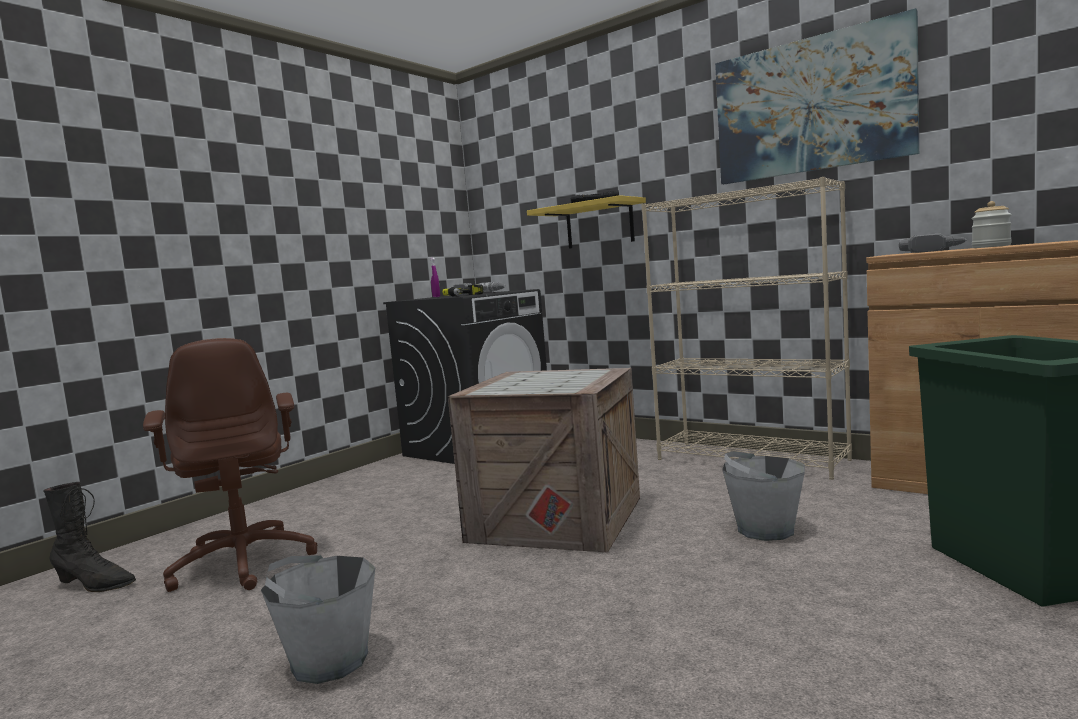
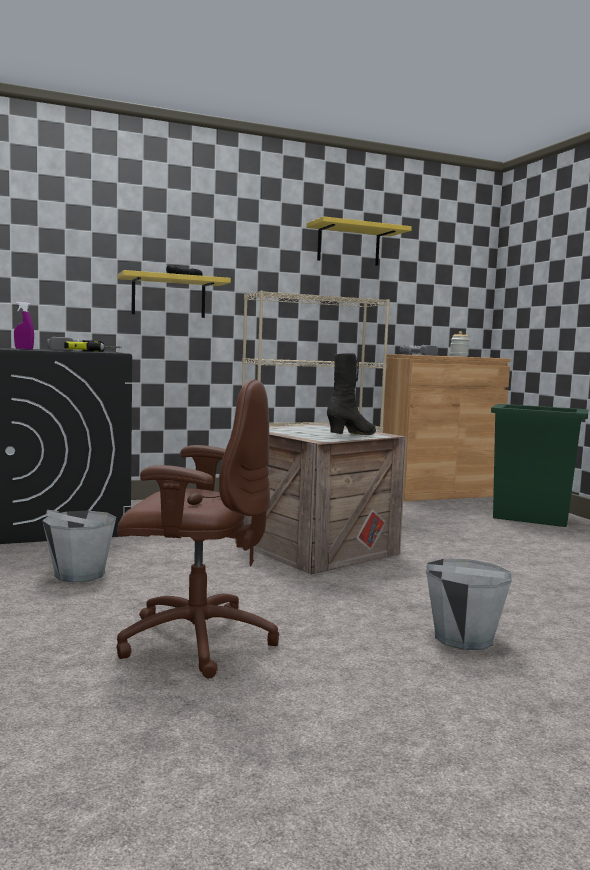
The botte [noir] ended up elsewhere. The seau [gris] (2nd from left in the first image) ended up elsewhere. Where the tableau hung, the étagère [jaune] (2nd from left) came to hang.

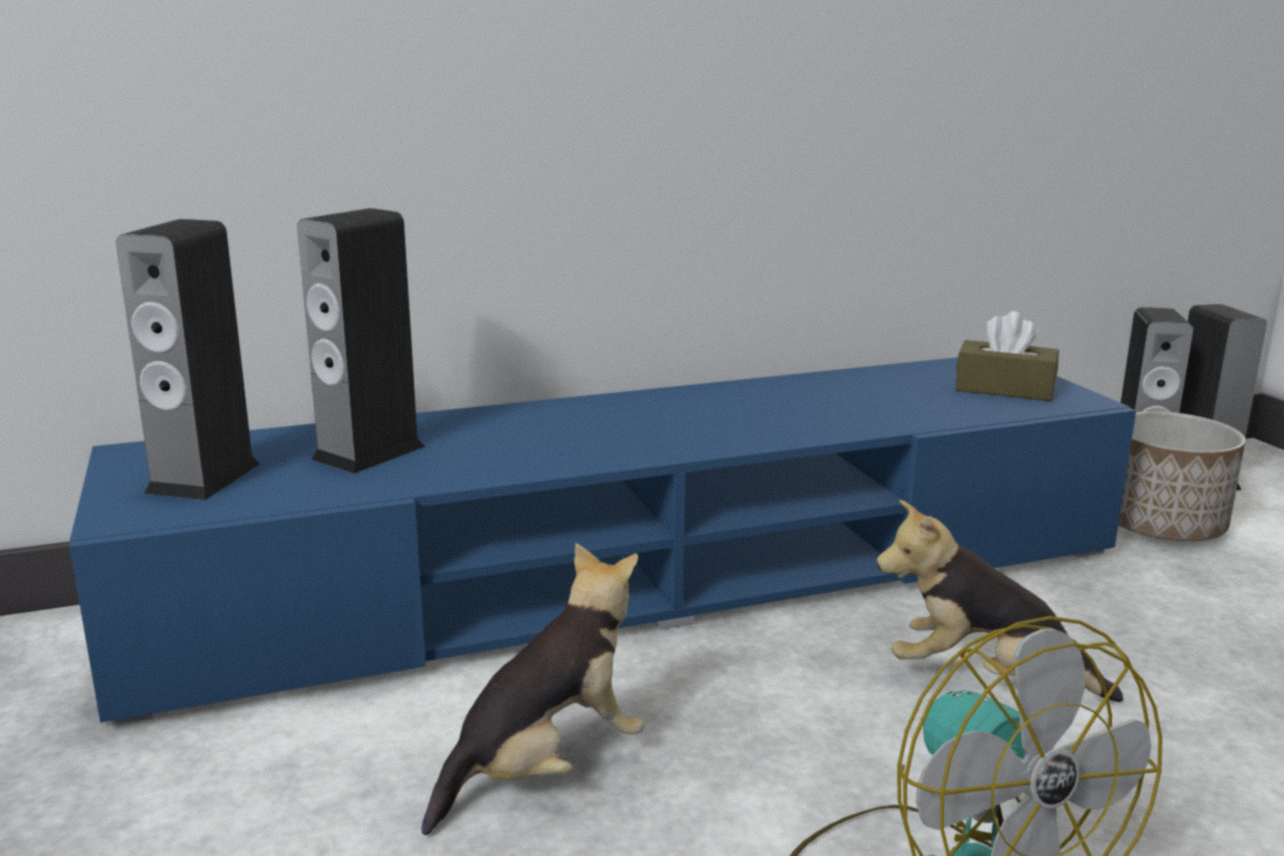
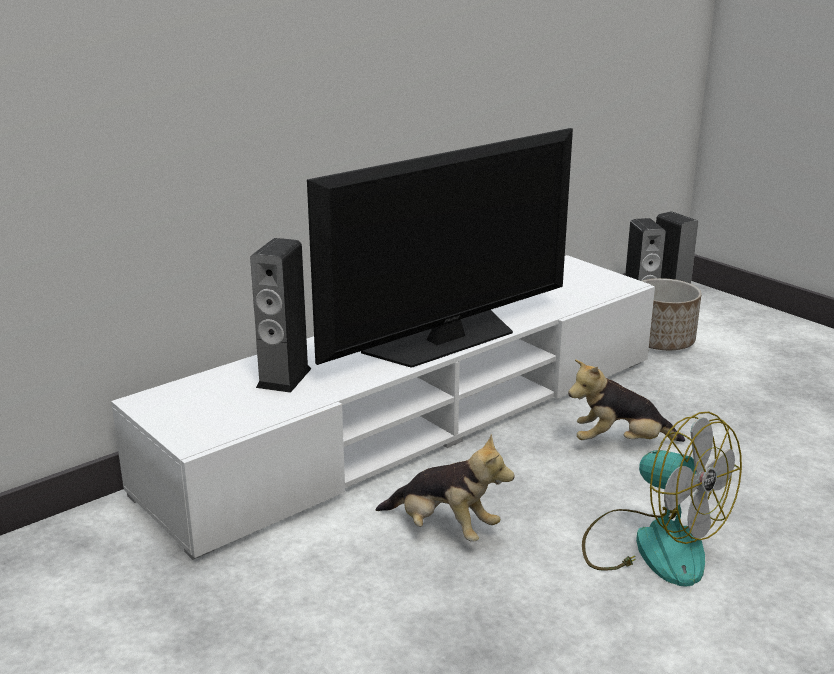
The second view lost the enceinte (1st from left). The second view lost the boîte à mouchoirs [marron]. The second view gained the téléviseur. What was the meuble télé [bleu] turned into the meuble télé [blanc]. The peluche (1st from left) ended up facing another way, 90 degrees clockwise from before.

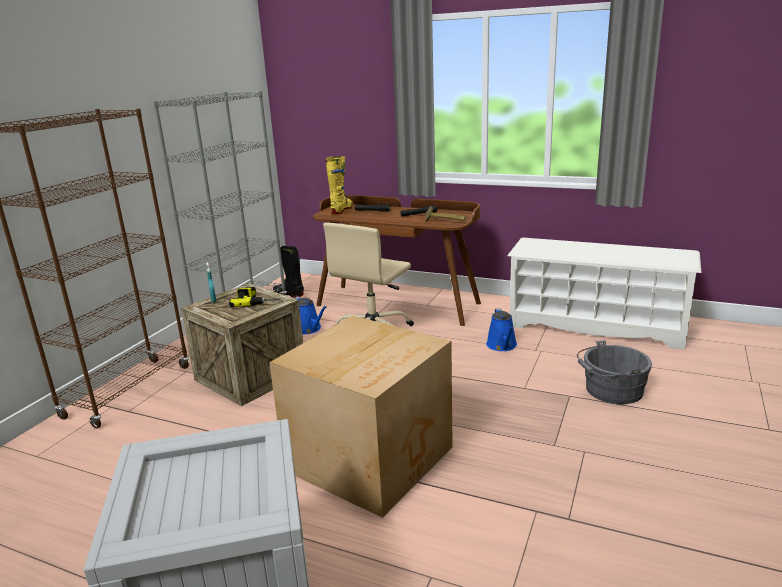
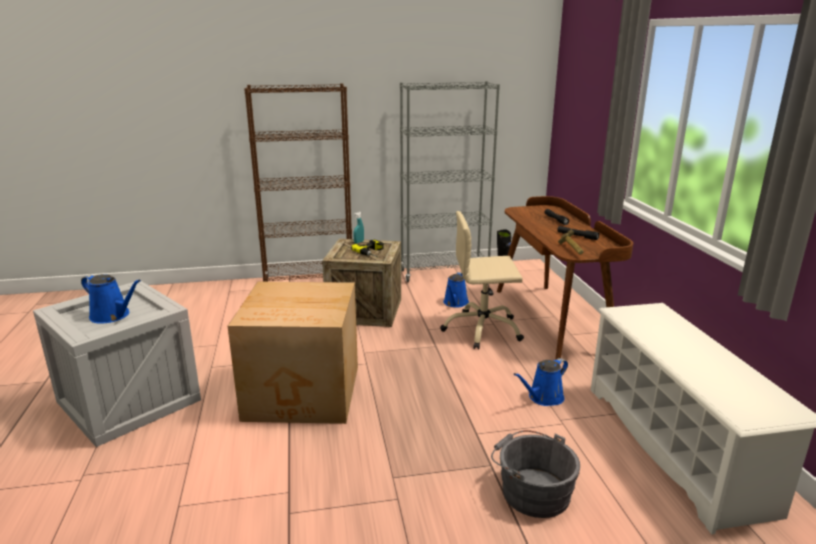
The second view lost the botte [jaune]. The second view gained the arrosoir [bleu] (1st from left).

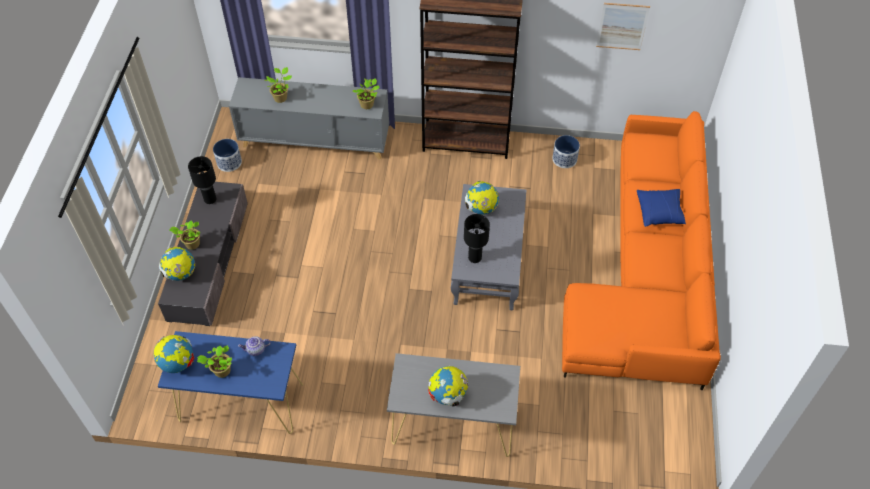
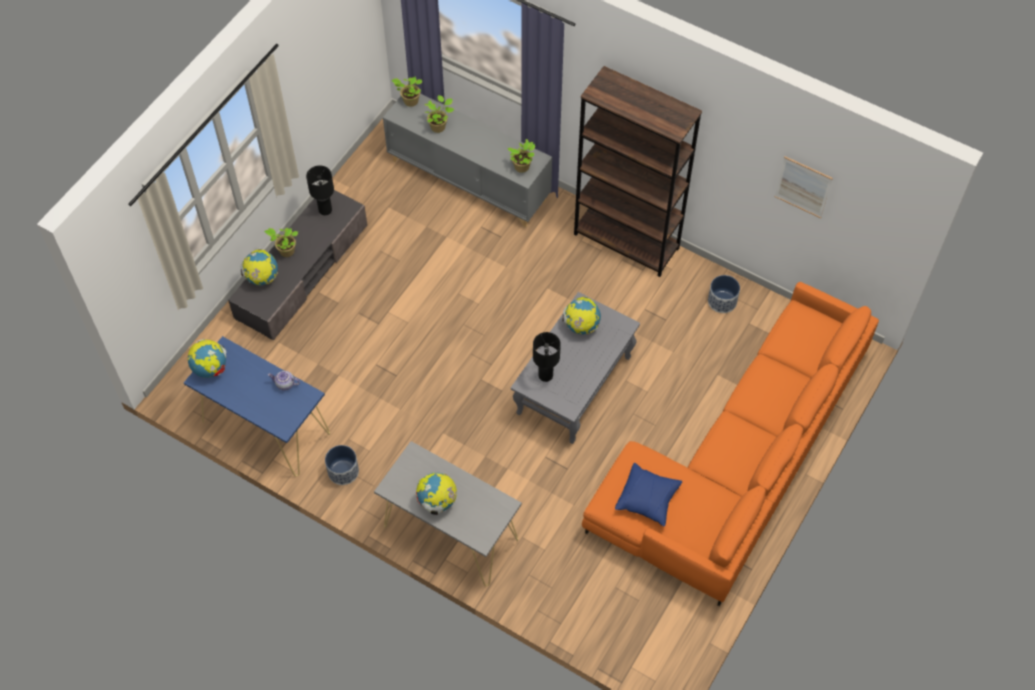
The plante en pot (2nd from left) ended up elsewhere. The cache-pot (1st from left) ended up elsewhere. The coussin [bleu] ended up elsewhere.

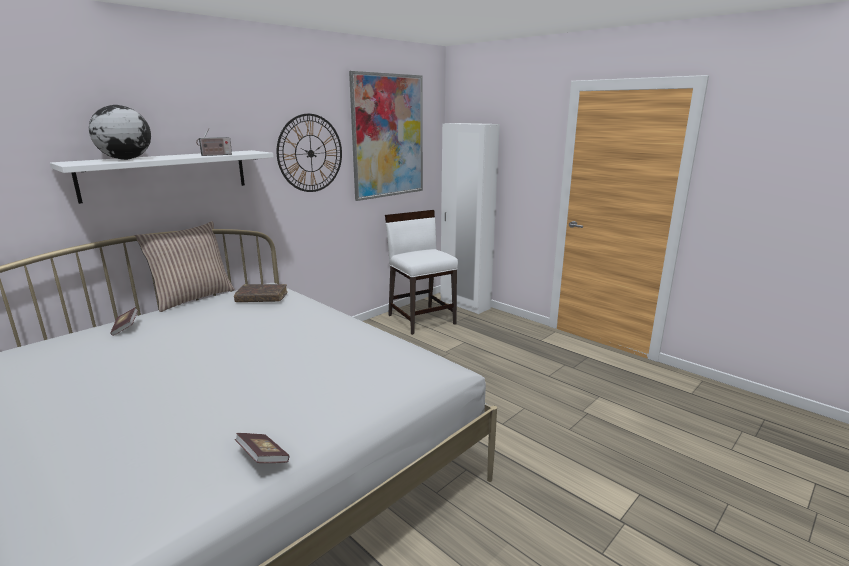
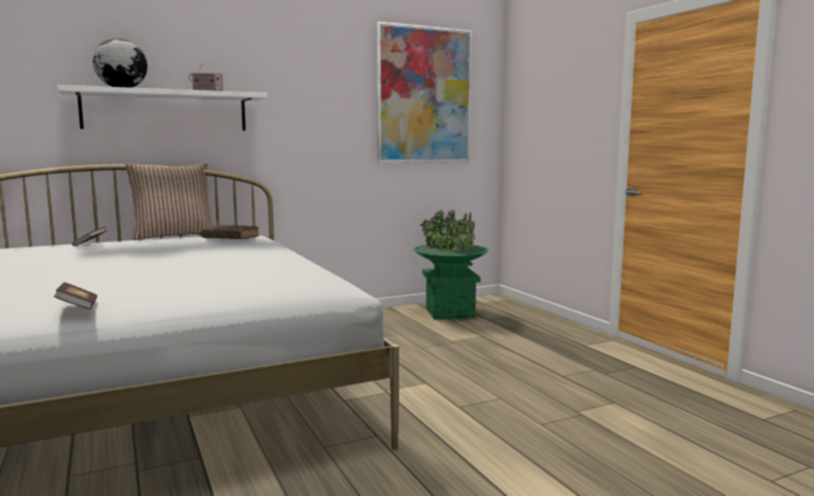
The second view lost the horloge murale. The second view lost the armoire [blanc]. Where the chaise [blanc] stood, the cache-pot [vert] came to stand.

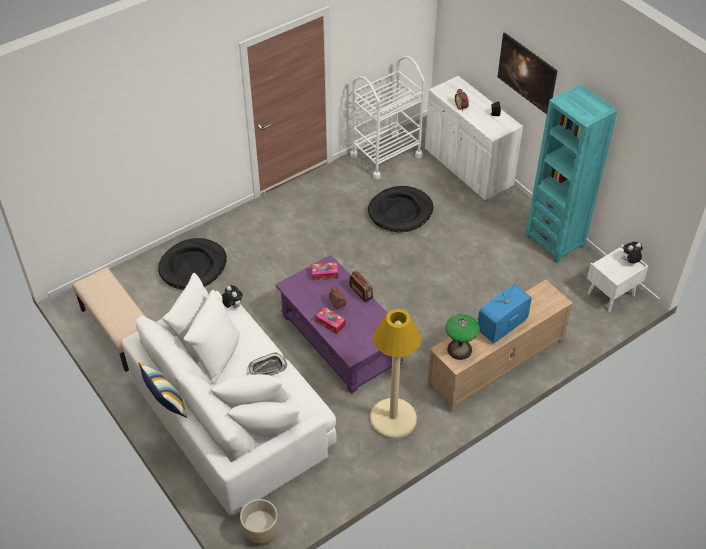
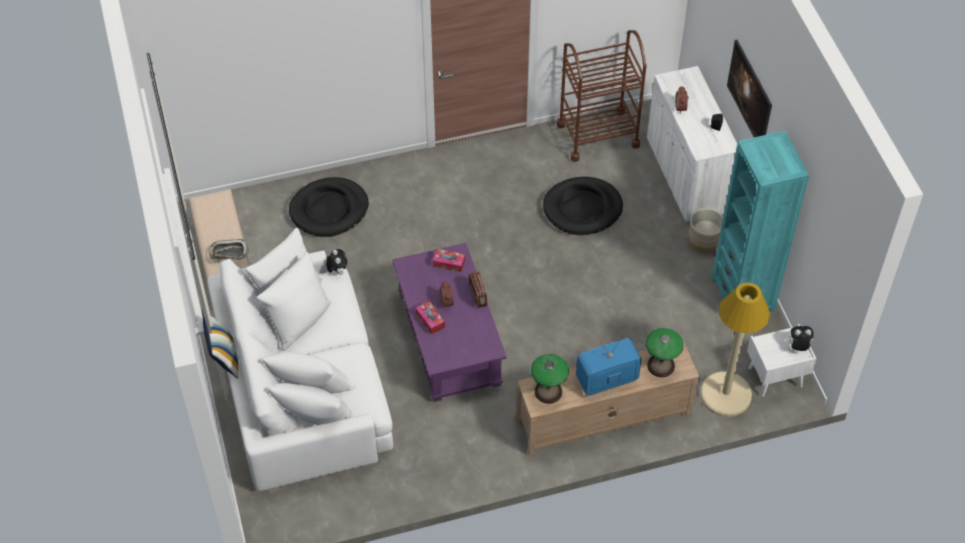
The second view gained the lampe de table (2nd from left). The cache-pot [beige] ended up elsewhere. The plateau ended up elsewhere. The lampadaire [beige] ended up elsewhere. What was the chariot [blanc] turned into the chariot [marron].

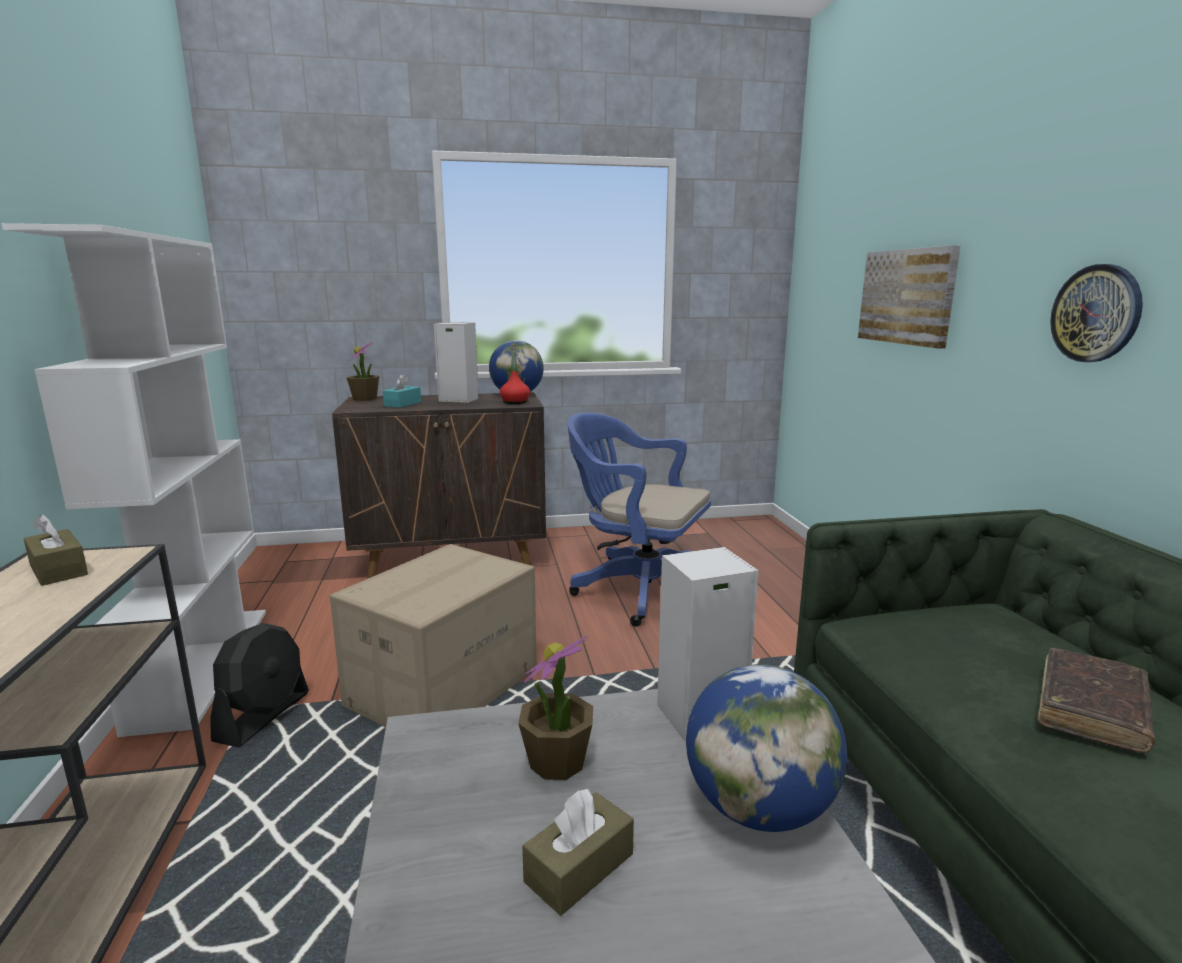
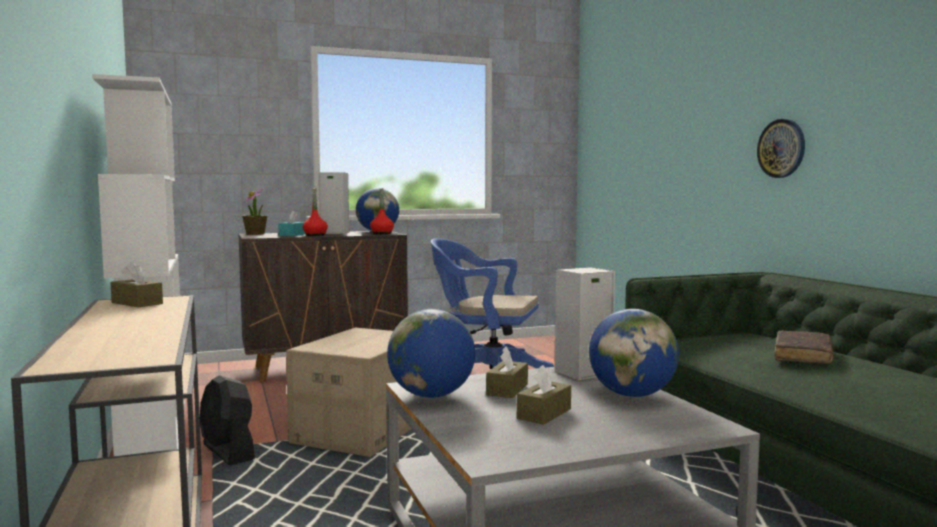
The second view lost the tableau. The second view gained the bouteille [rouge] (1st from left). The second view gained the globe (2nd from left). Where the plante en pot (2nd from left) stood, the boîte à mouchoirs [marron] (2nd from left) came to stand. The ventilateur [noir] ended up facing another way, 135 degrees clockwise from before.

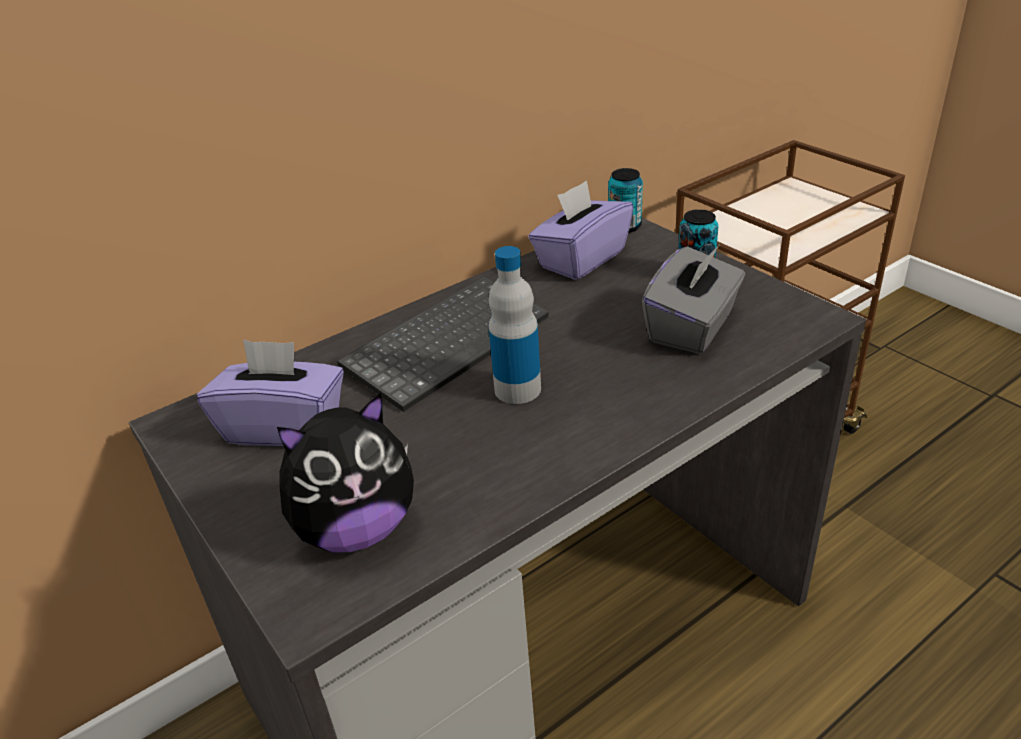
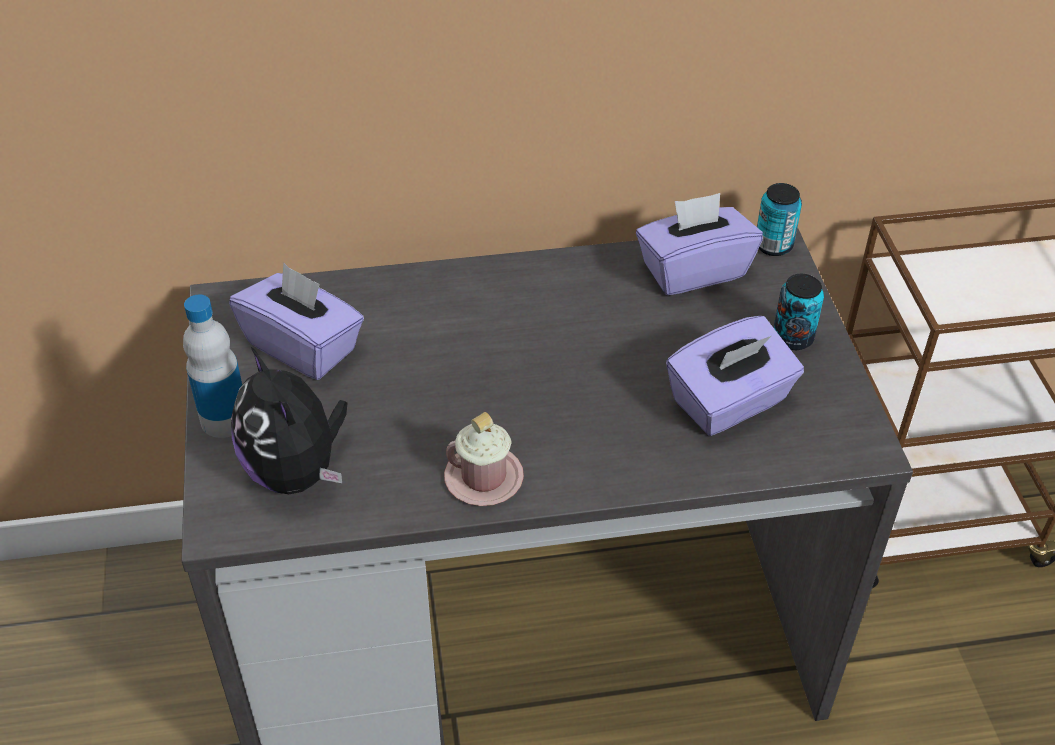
The second view lost the clavier. The second view gained the mug [rose]. The bouteille ended up elsewhere. What was the boîte à mouchoirs [gris] turned into the boîte à mouchoirs [violet] (3rd from left). The peluche ended up facing another way, 60 degrees clockwise from before.

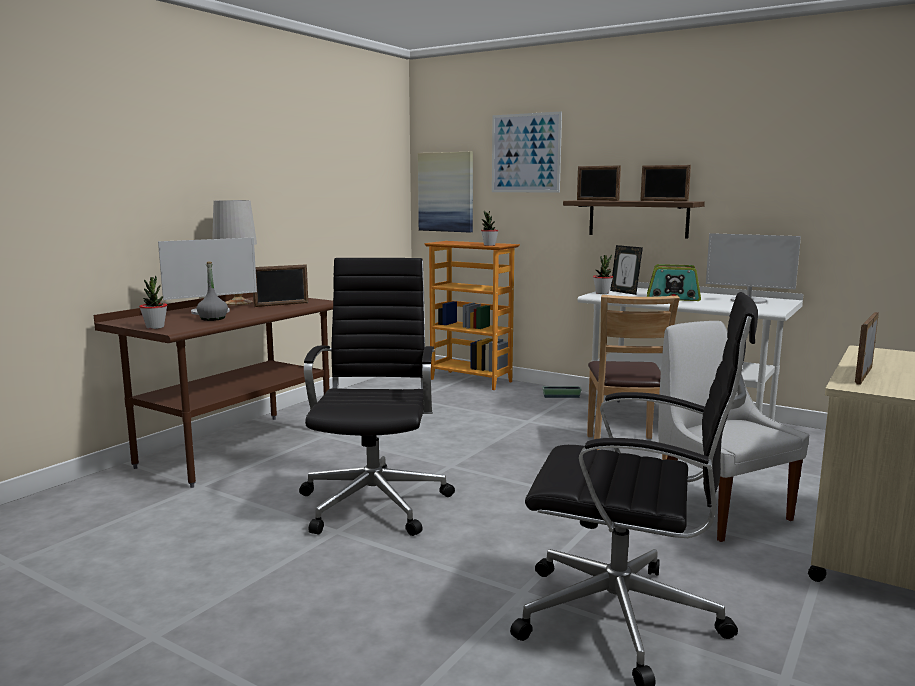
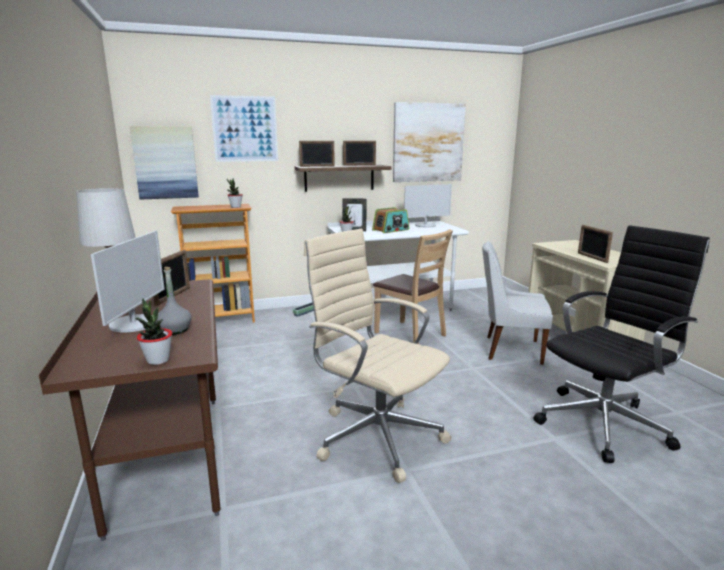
The second view gained the tableau (3rd from left). What was the chaise de bureau [noir] (1st from left) turned into the chaise de bureau [beige].

